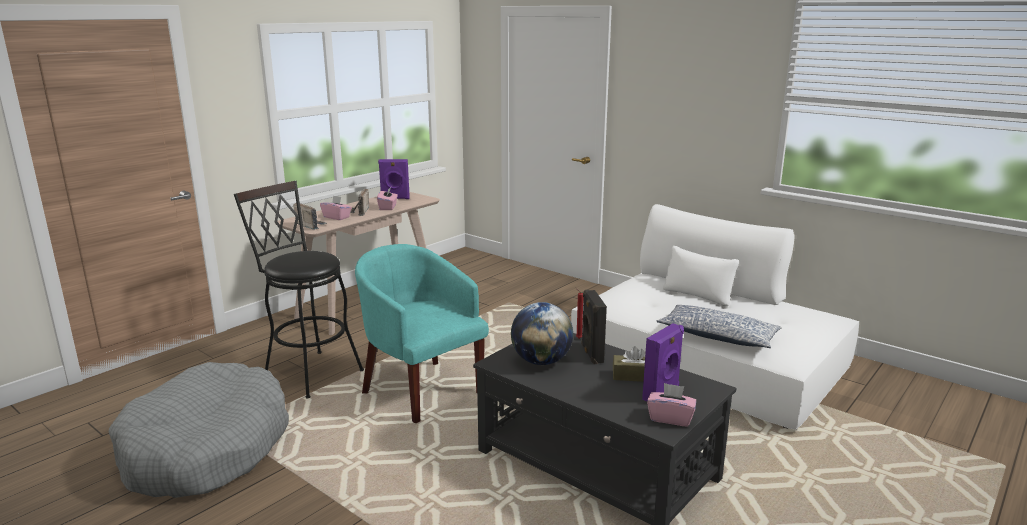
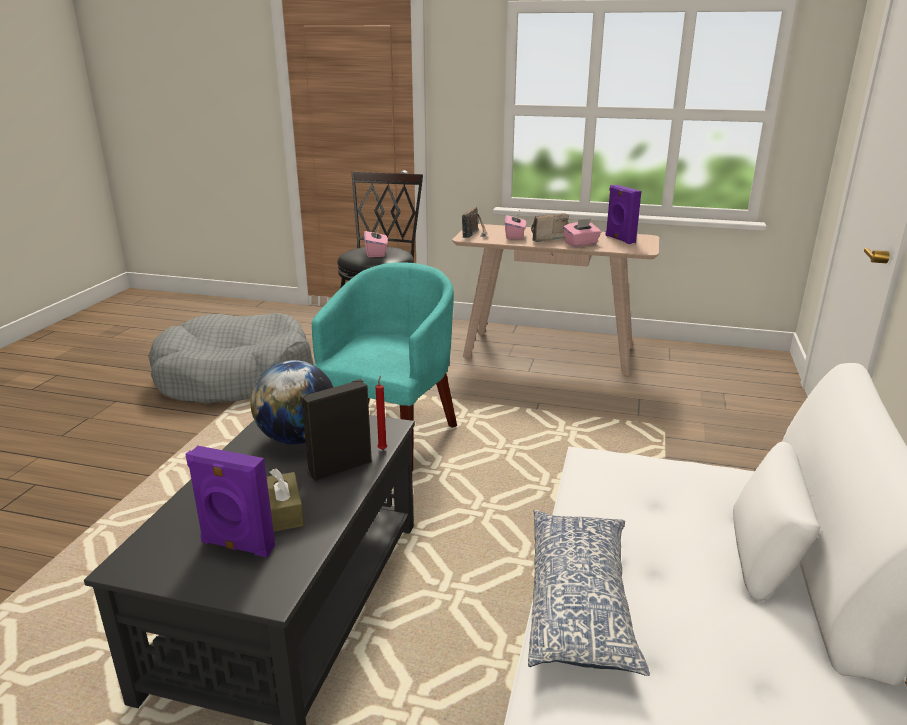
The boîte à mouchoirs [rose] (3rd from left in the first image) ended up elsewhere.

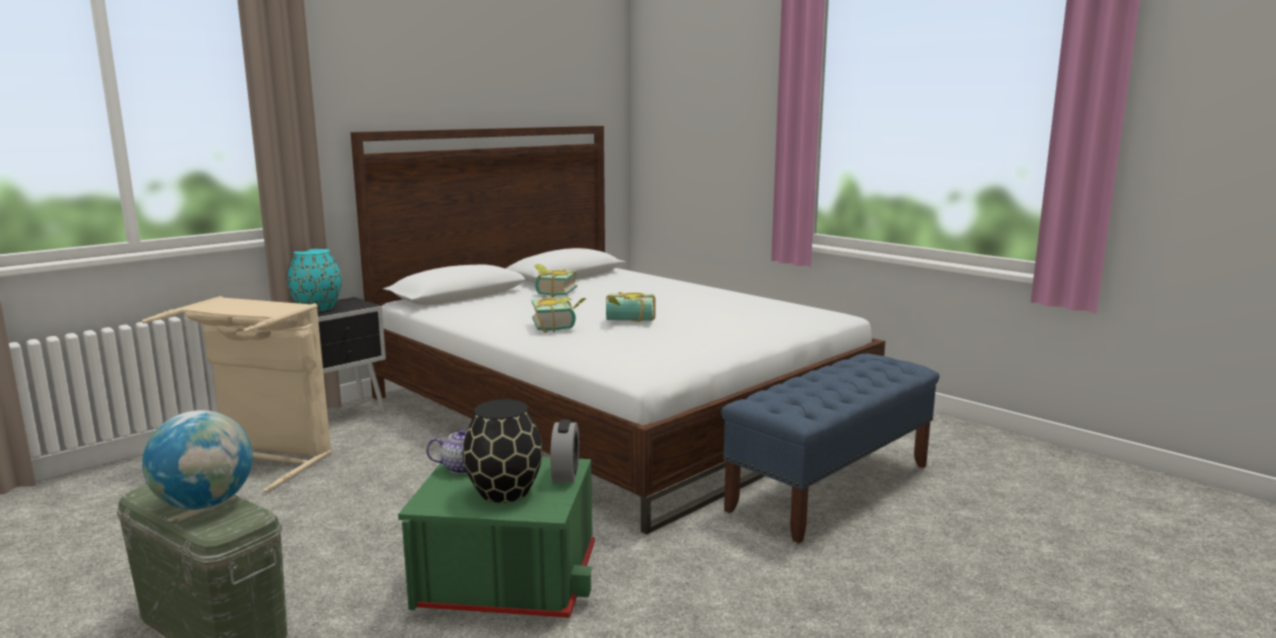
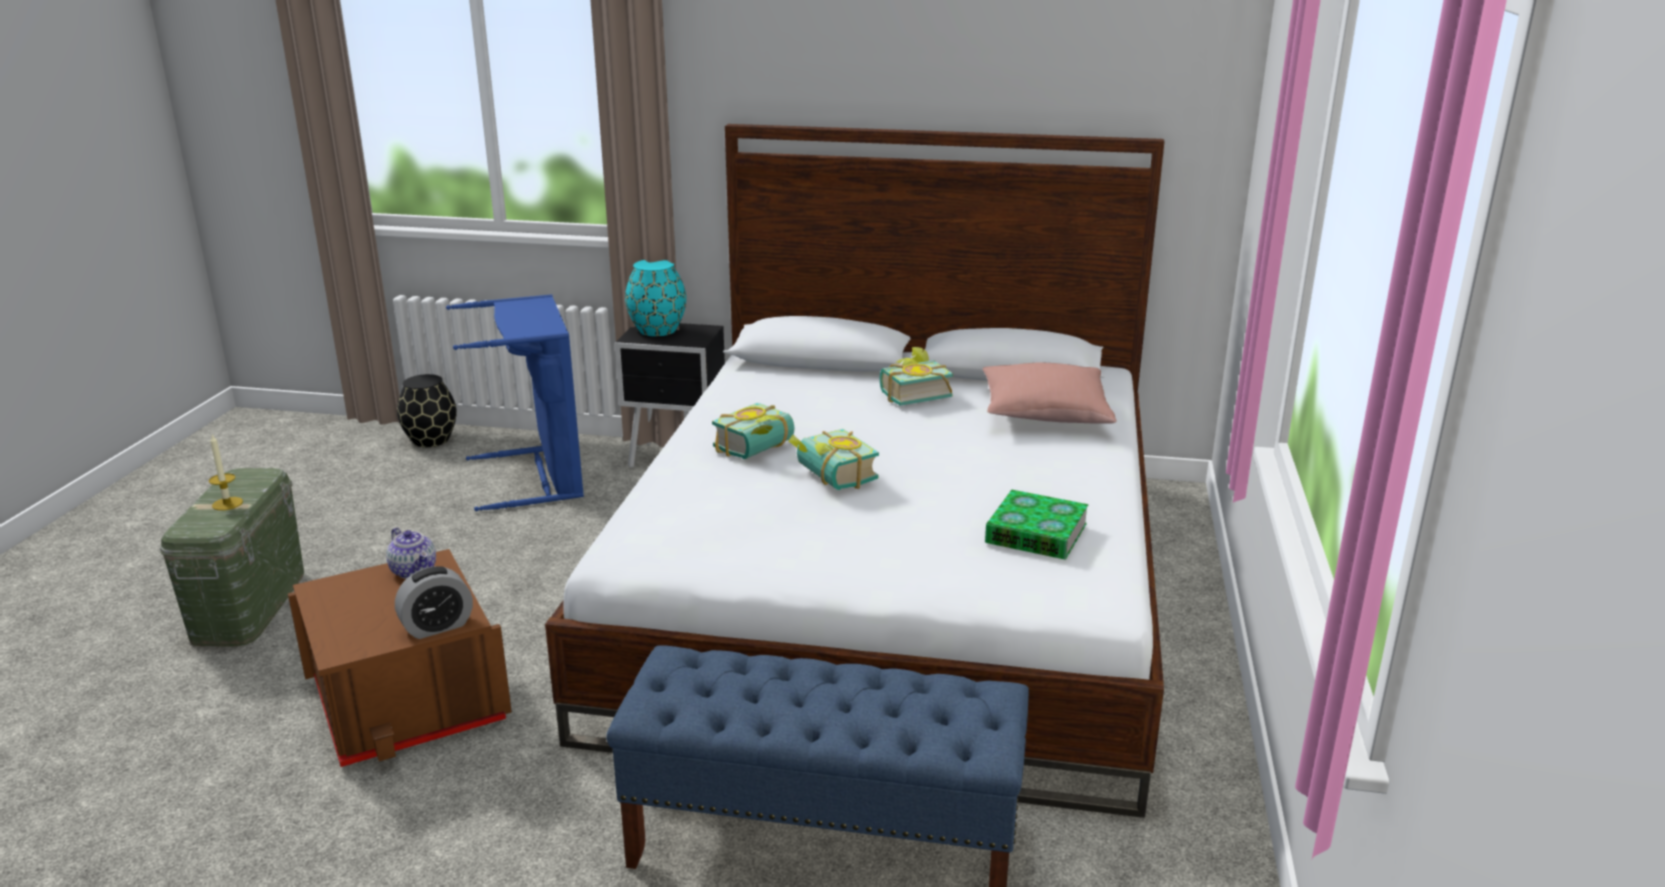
The second view gained the coussin [rose]. The second view gained the livre (4th from left). The vase [noir] ended up elsewhere. Where the globe stood, the bougie came to stand. What was the panier à linge [beige] turned into the panier à linge [bleu]. What was the boîte de rangement [vert] (2nd from left) turned into the boîte de rangement [marron].

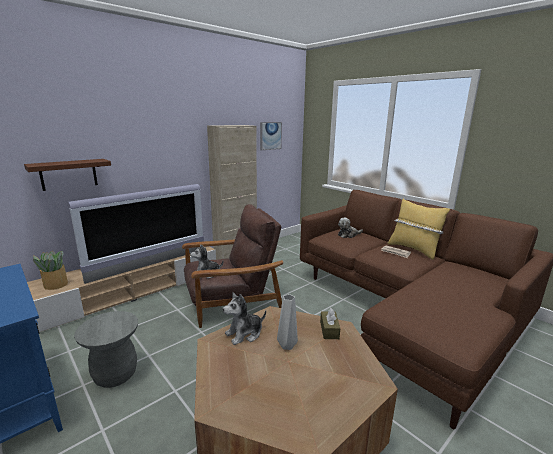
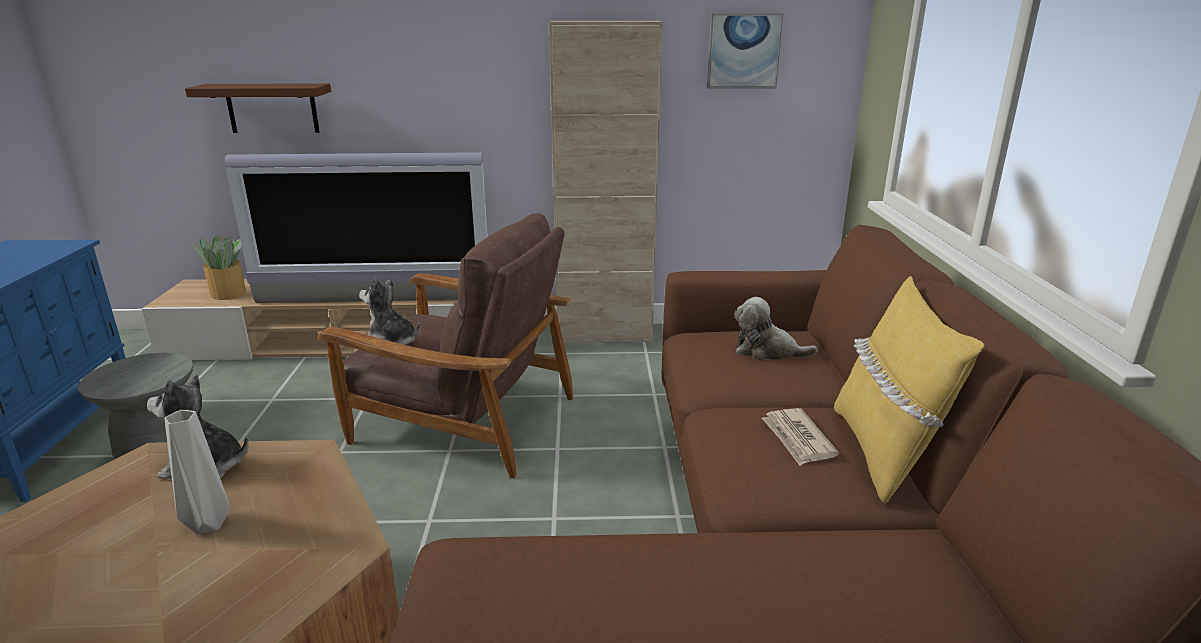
The second view lost the boîte à mouchoirs [marron].

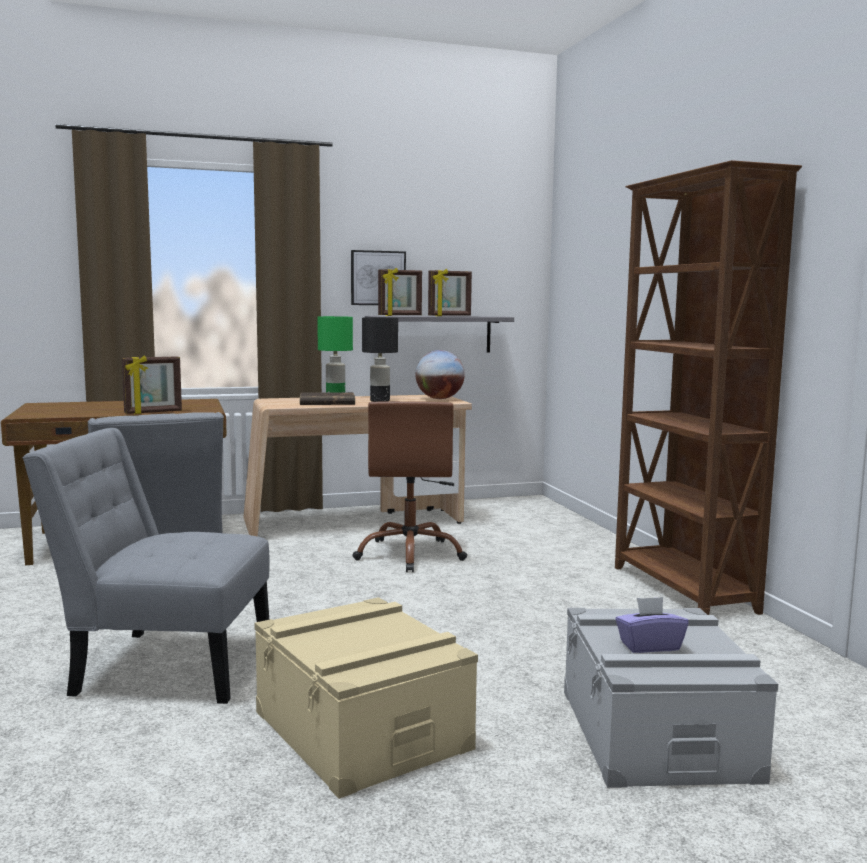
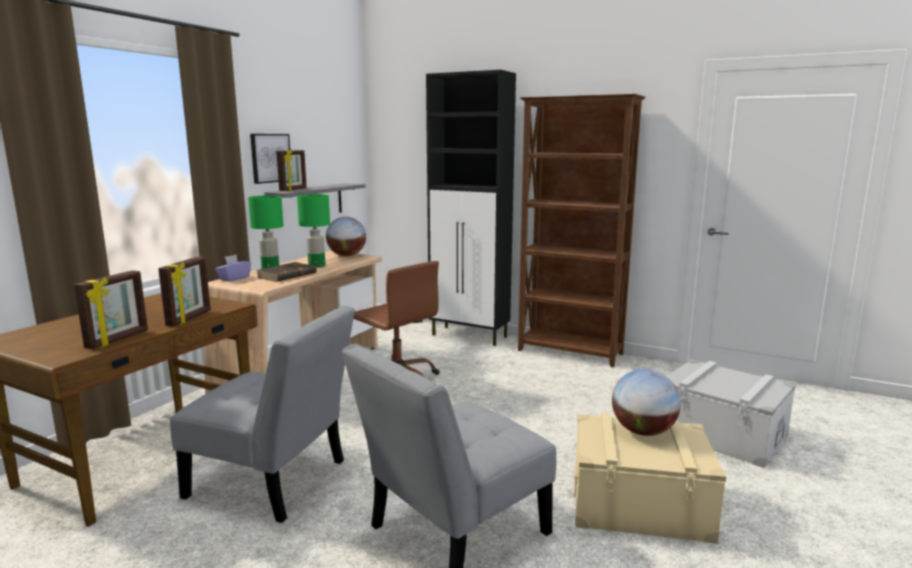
The second view gained the meuble de rangement [noir]. The second view gained the globe (2nd from left). The cadre photo (3rd from left in the first image) ended up elsewhere. The boîte à mouchoirs [violet] ended up elsewhere. What was the lampe de table [noir] turned into the lampe de table [vert] (2nd from left).

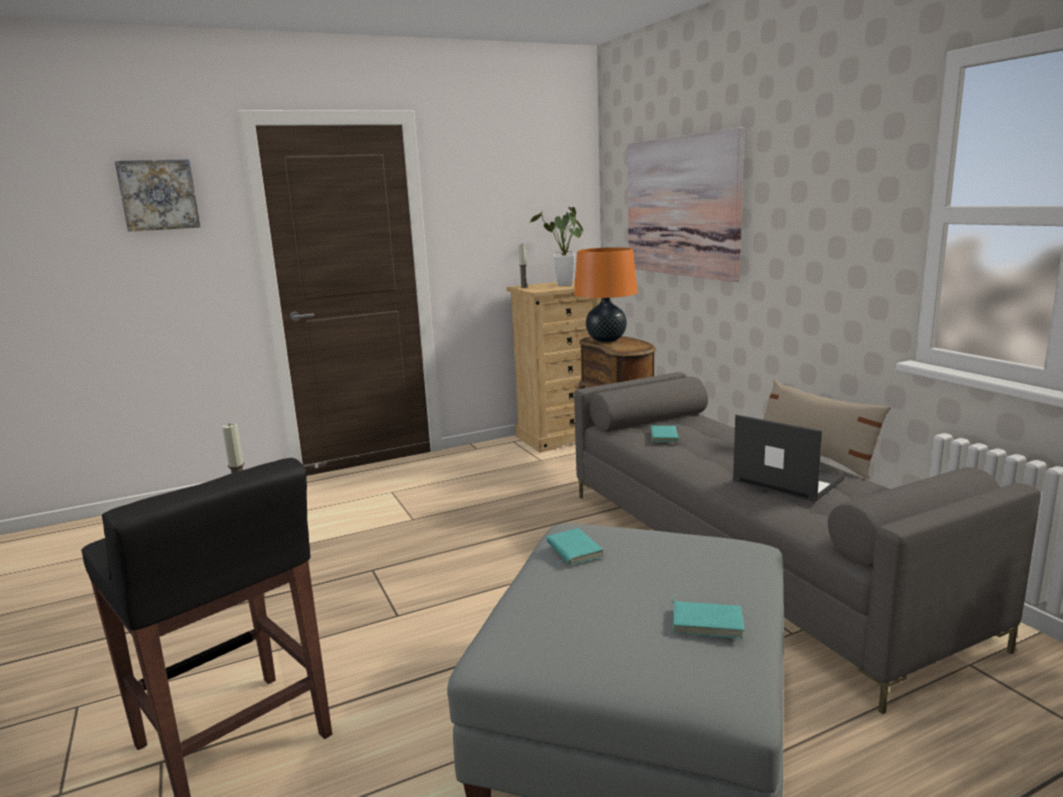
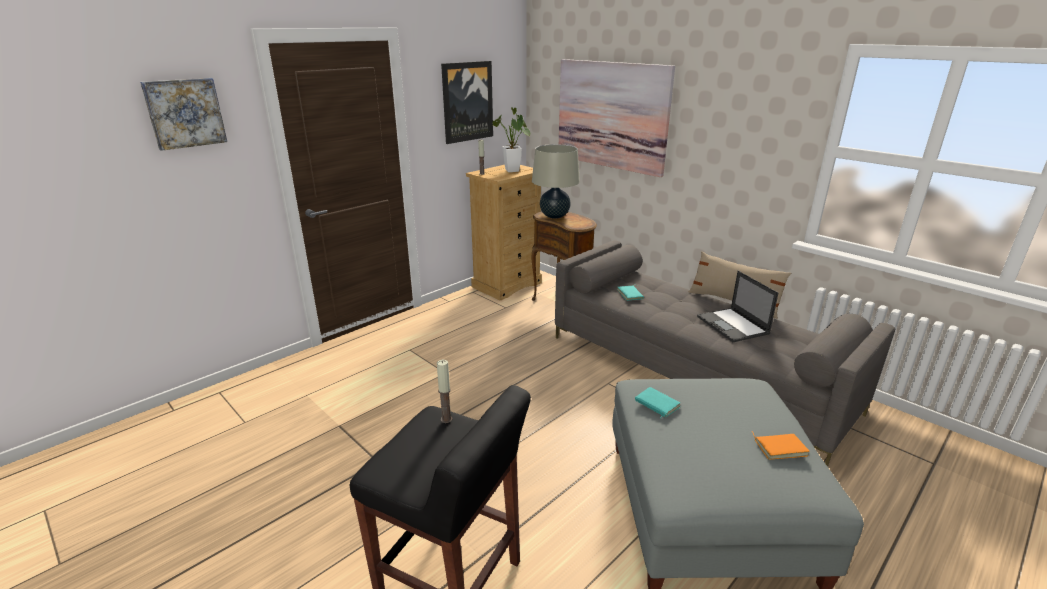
The second view gained the tableau (2nd from left). What was the lampe de table [orange] turned into the lampe de table [beige]. What was the livre [turquoise] (3rd from left) turned into the livre [orange]. The ordinateur portable ended up facing another way, 135 degrees counterclockwise from before.

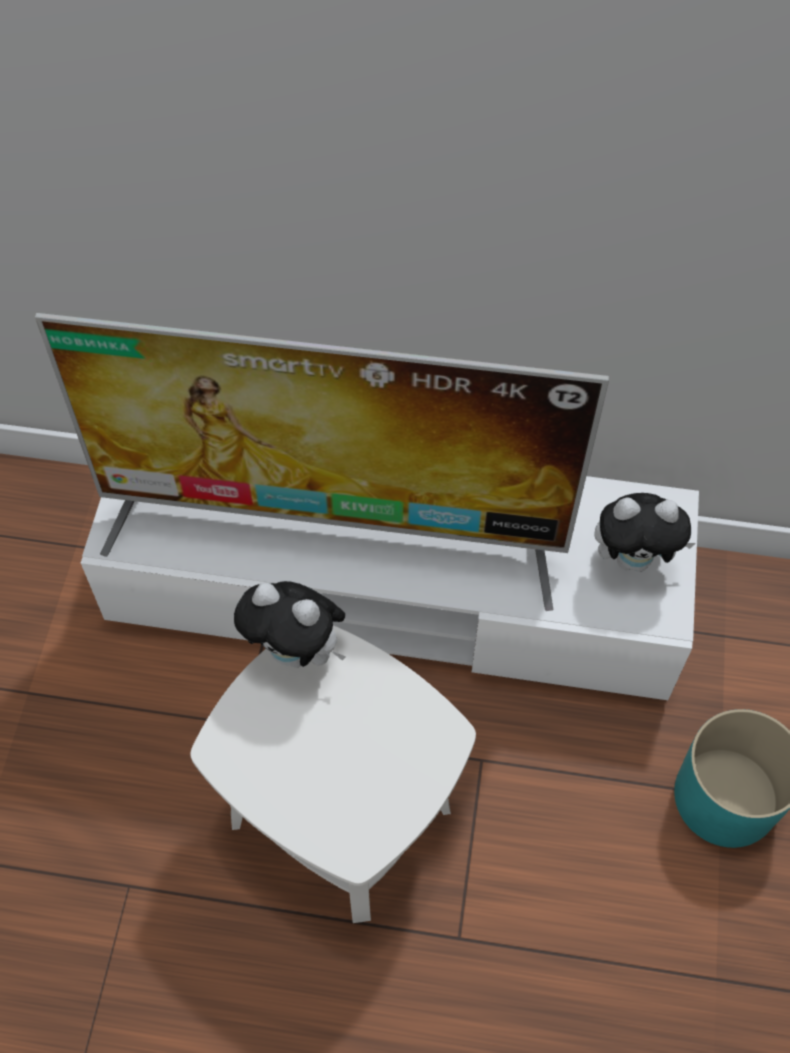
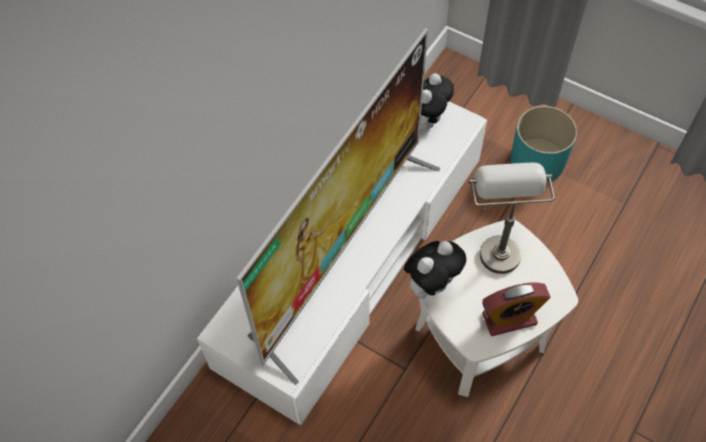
The second view gained the lampe de table [gris]. The second view gained the réveil.

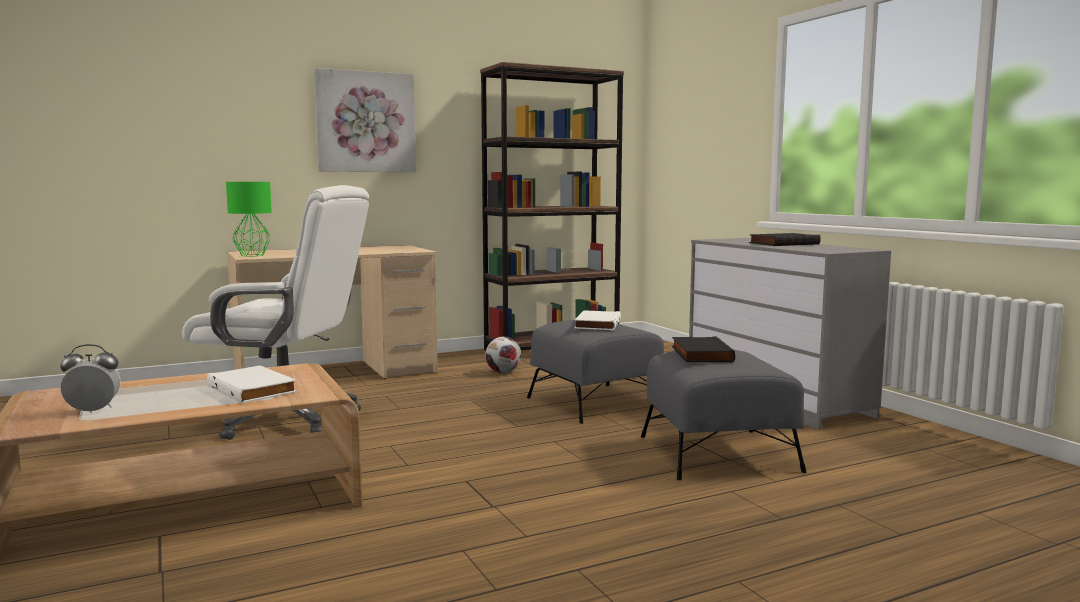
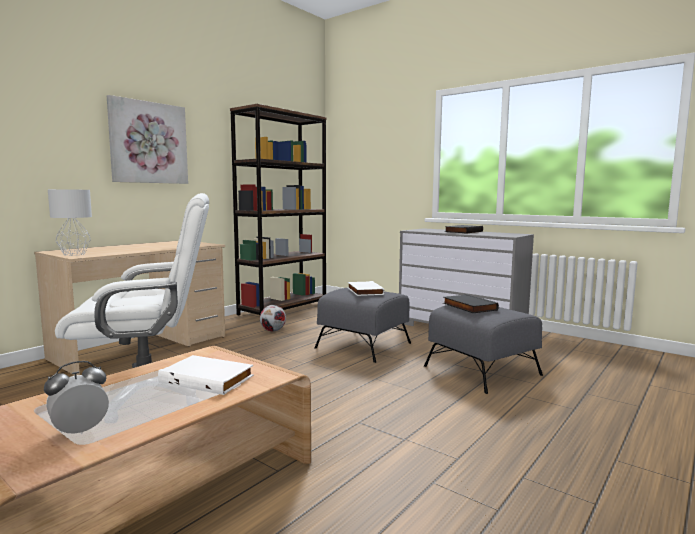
What was the lampe de table [vert] turned into the lampe de table [gris].

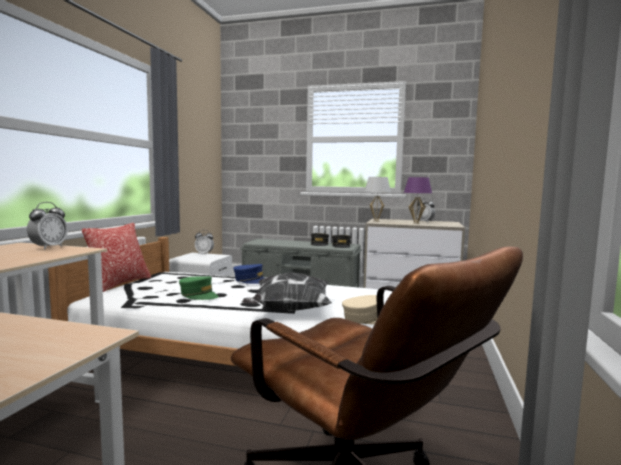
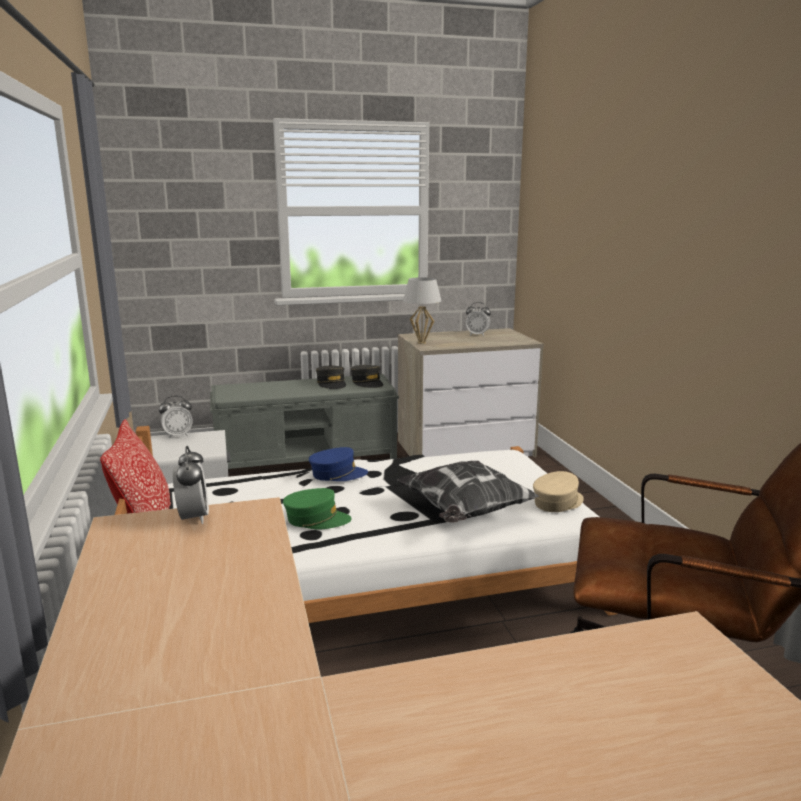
The second view lost the lampe de table [violet].

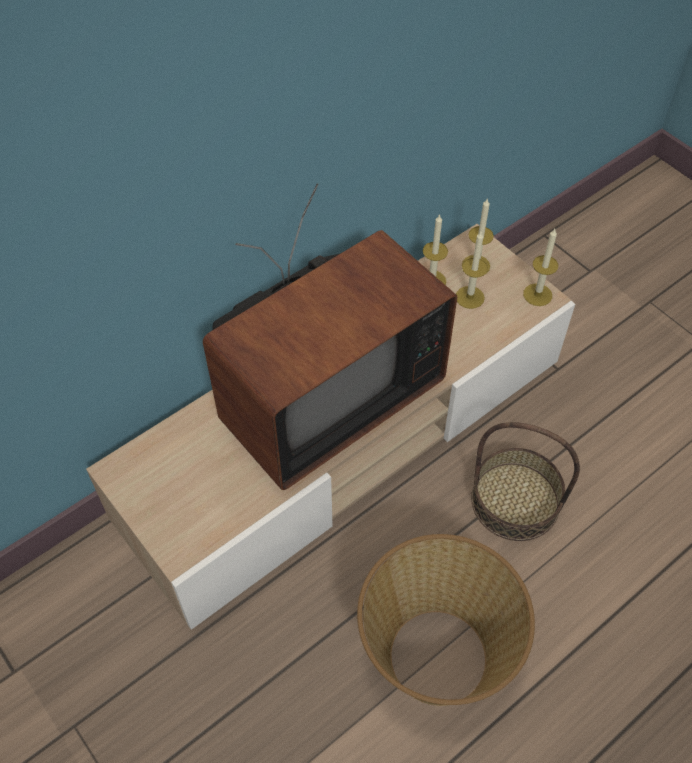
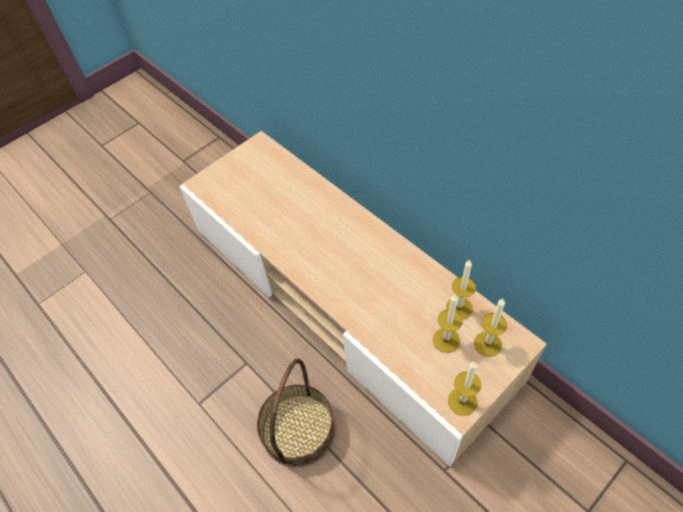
The second view lost the téléviseur. The second view lost the panier (1st from left).

